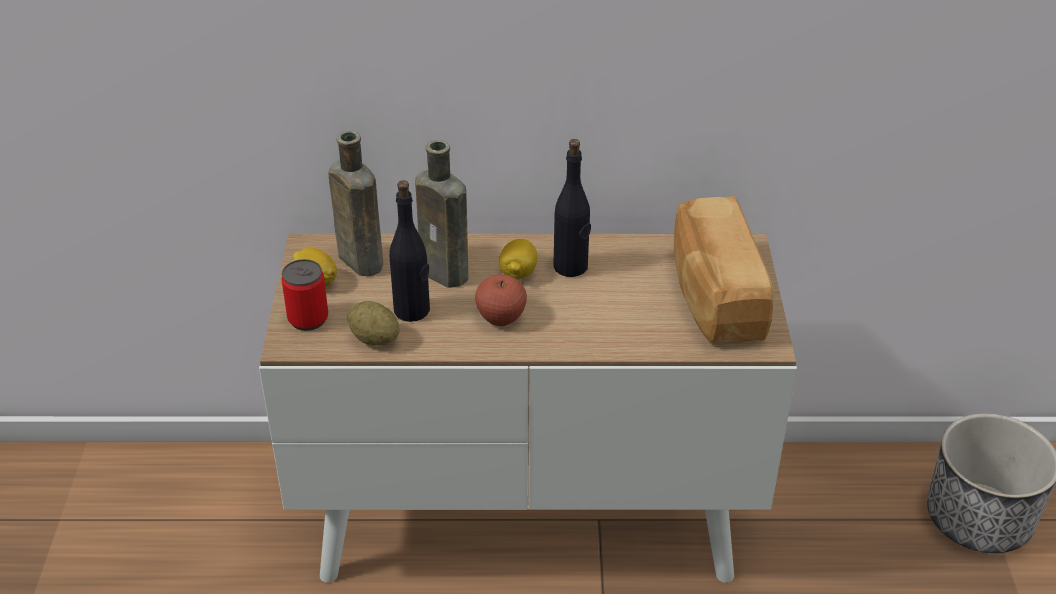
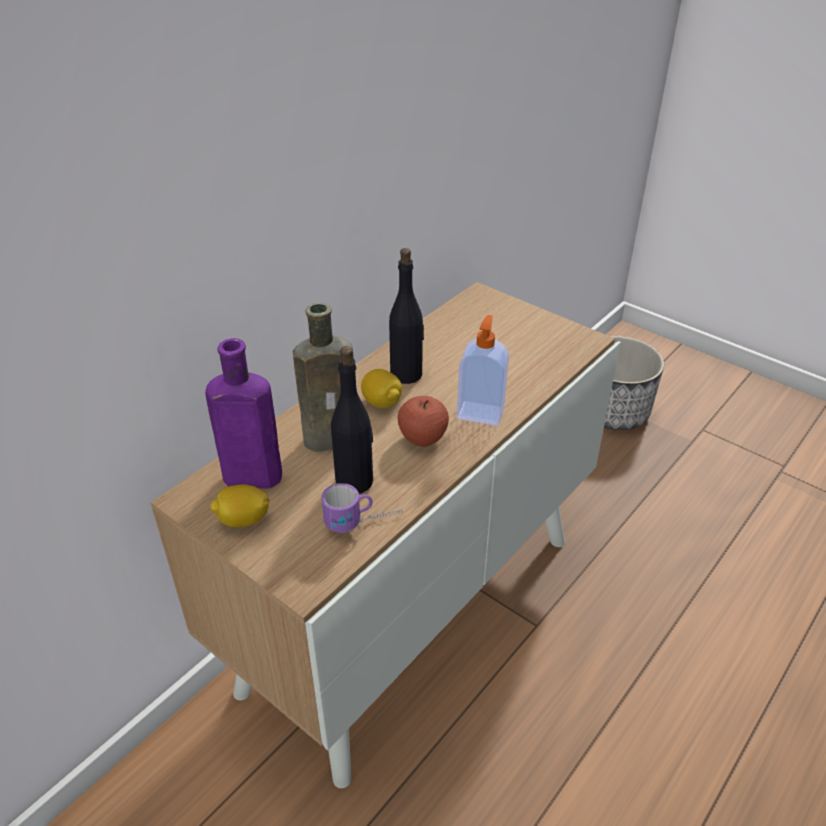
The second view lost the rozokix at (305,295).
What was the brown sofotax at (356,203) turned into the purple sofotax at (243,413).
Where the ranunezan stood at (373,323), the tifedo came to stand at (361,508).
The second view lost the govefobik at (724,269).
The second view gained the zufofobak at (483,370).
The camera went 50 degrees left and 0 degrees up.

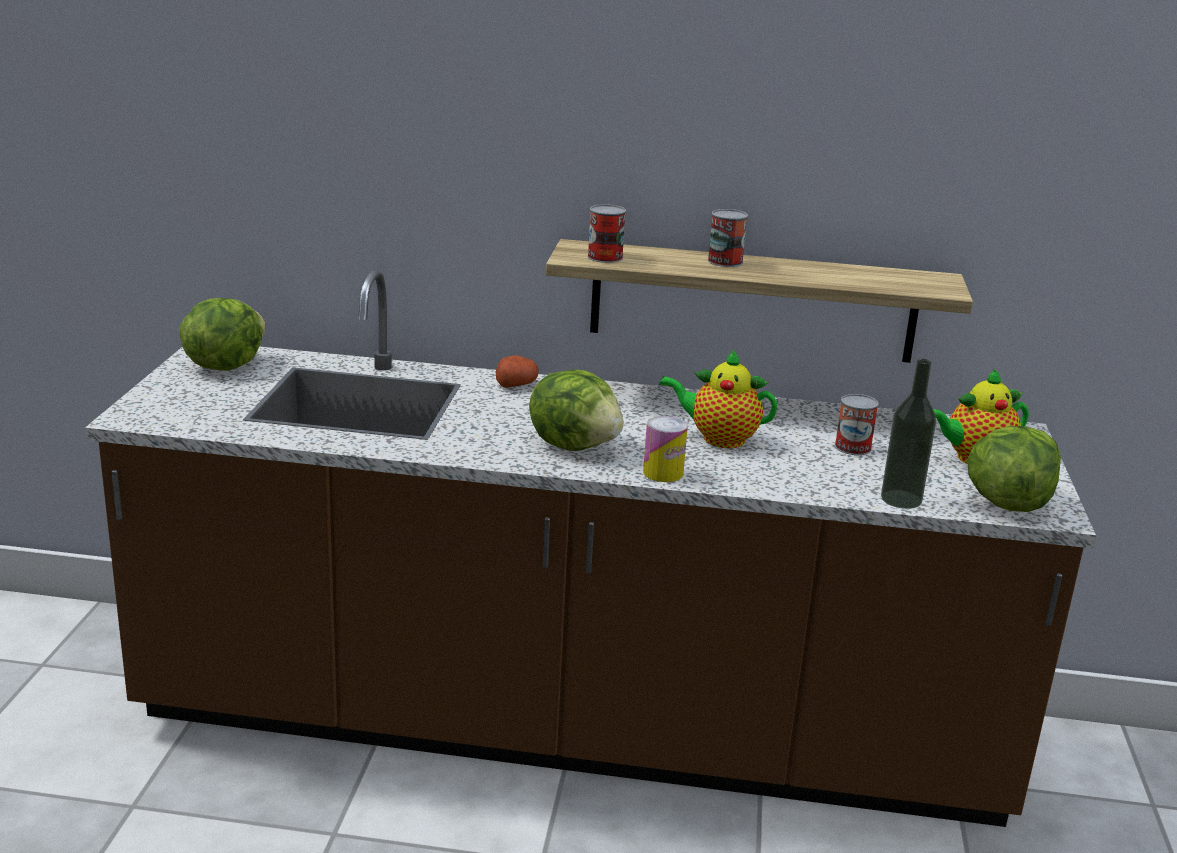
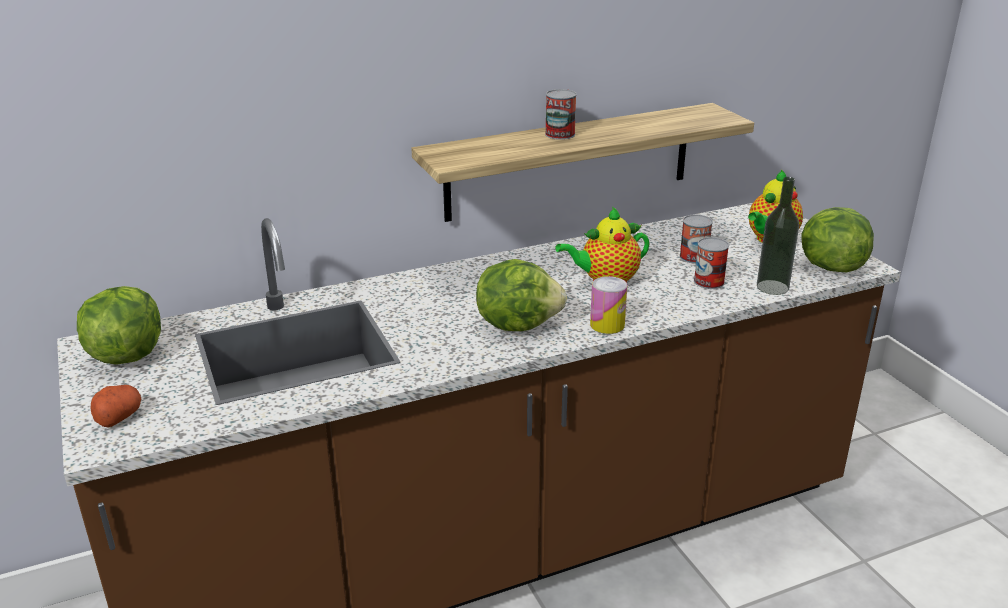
The ranunezan ended up elsewhere, having gone from (517,371) to (116,406).
The rozokix ended up elsewhere, having gone from (607,233) to (711,263).
The camera went 30 degrees left and 5 degrees up.

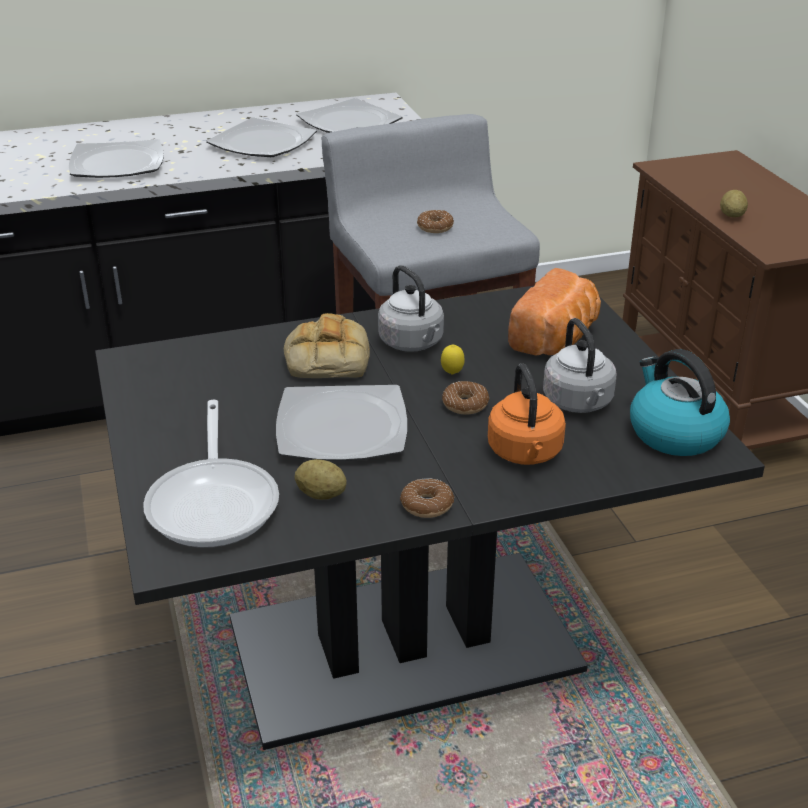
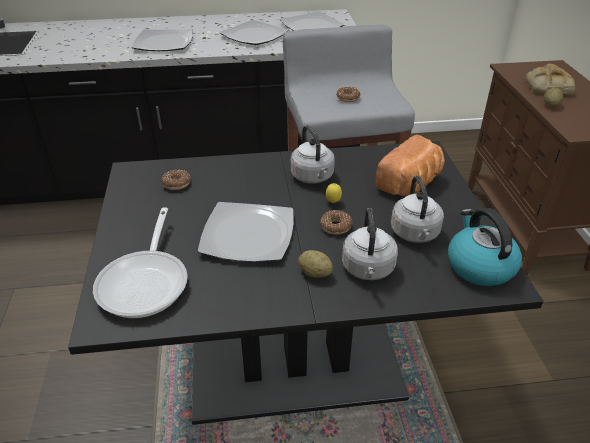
The govefobik ended up elsewhere, having gone from (327,345) to (550,79).
The ranunezan ended up elsewhere, having gone from (320,479) to (315,264).
The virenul ended up elsewhere, having gone from (427,498) to (176,180).
What was the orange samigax at (527,414) turned into the grey samigax at (370,244).
The camera went 10 degrees right and 5 degrees up.

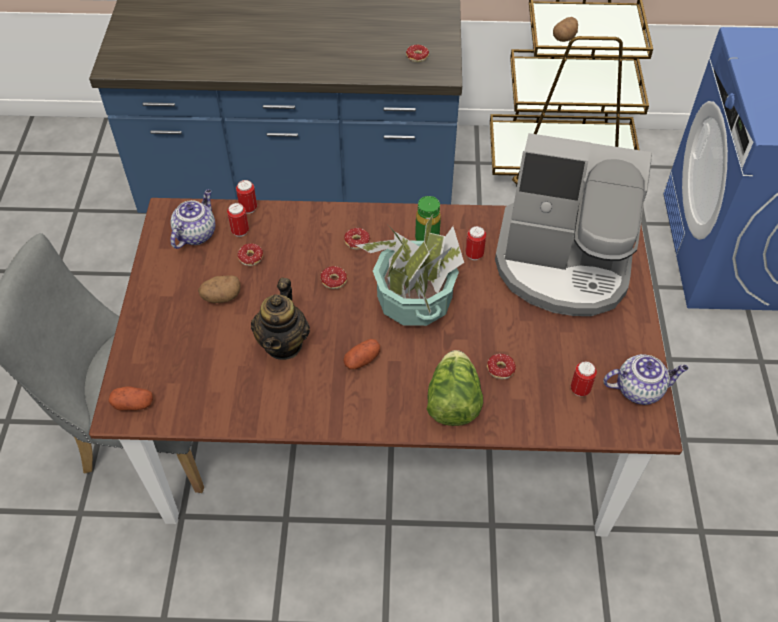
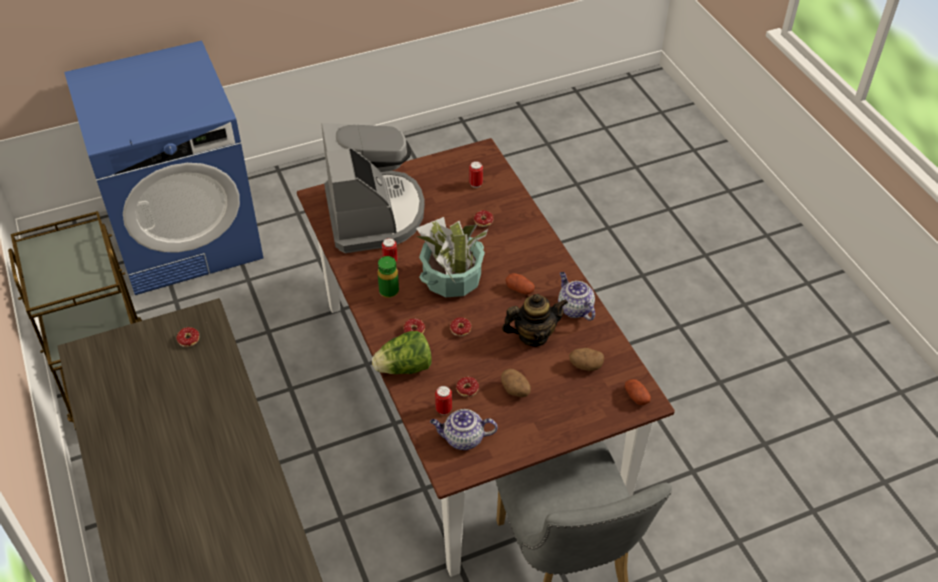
The second view lost the rozokix at (246,197).
The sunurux ended up elsewhere, having gone from (455,388) to (402,352).
The ranunezan ended up elsewhere, having gone from (565,29) to (586,359).
The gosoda ended up elsewhere, having gone from (645,379) to (576,296).
The camera went 115 degrees left and 5 degrees down.

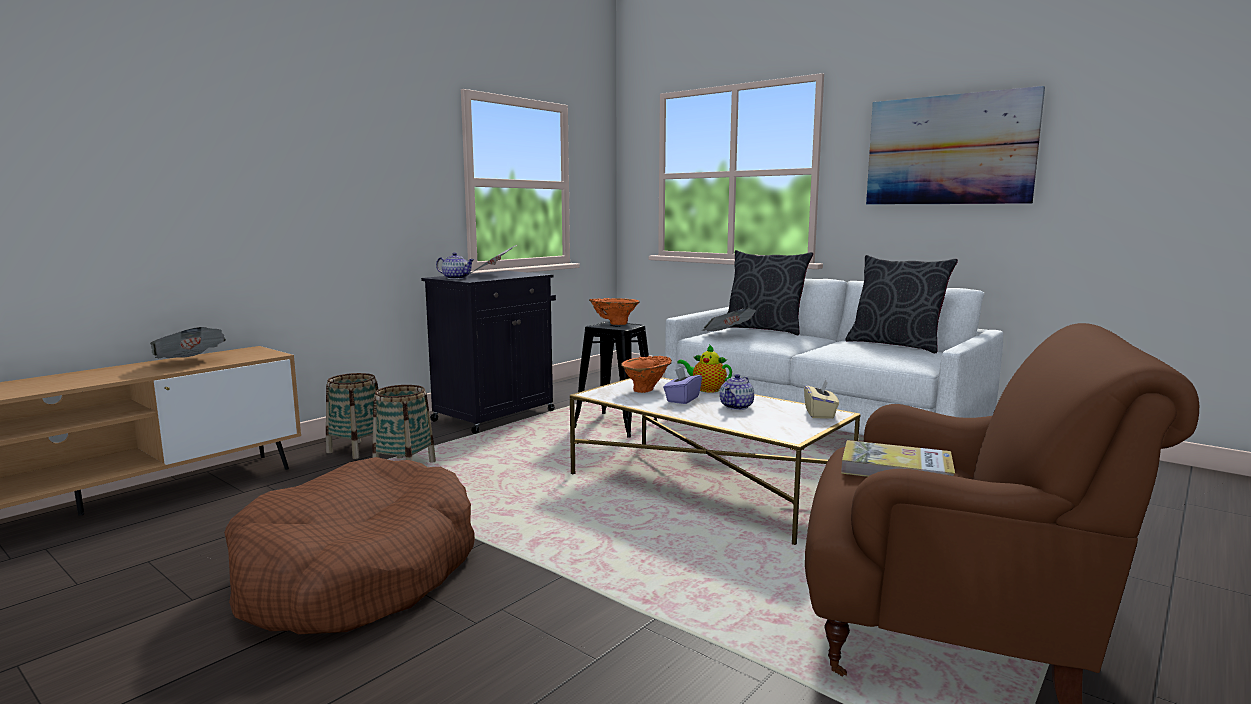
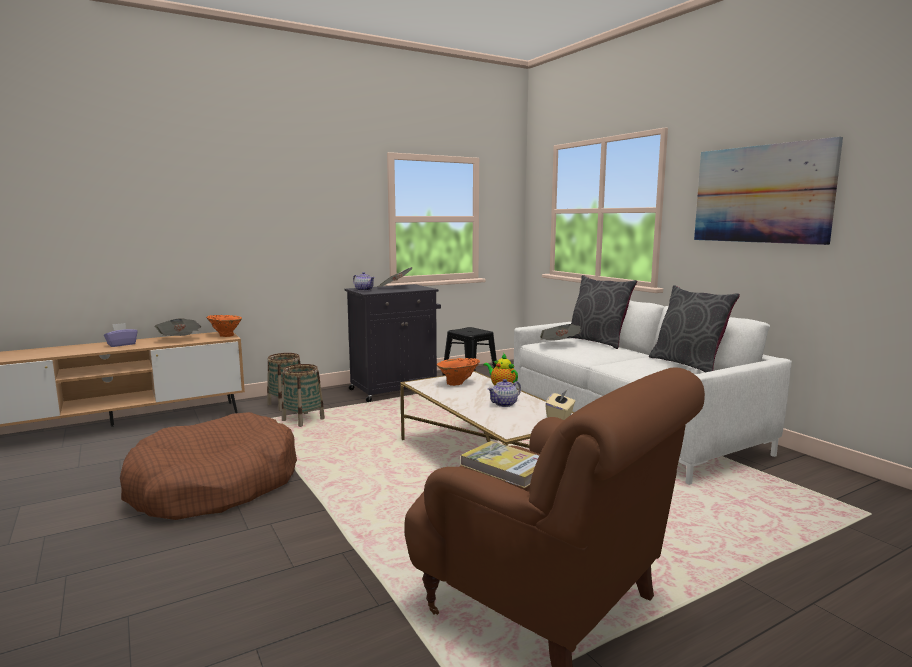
The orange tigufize ended up elsewhere, having gone from (614,311) to (224,326).
The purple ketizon ended up elsewhere, having gone from (682,385) to (121,335).
The camera went 20 degrees right and 0 degrees up.

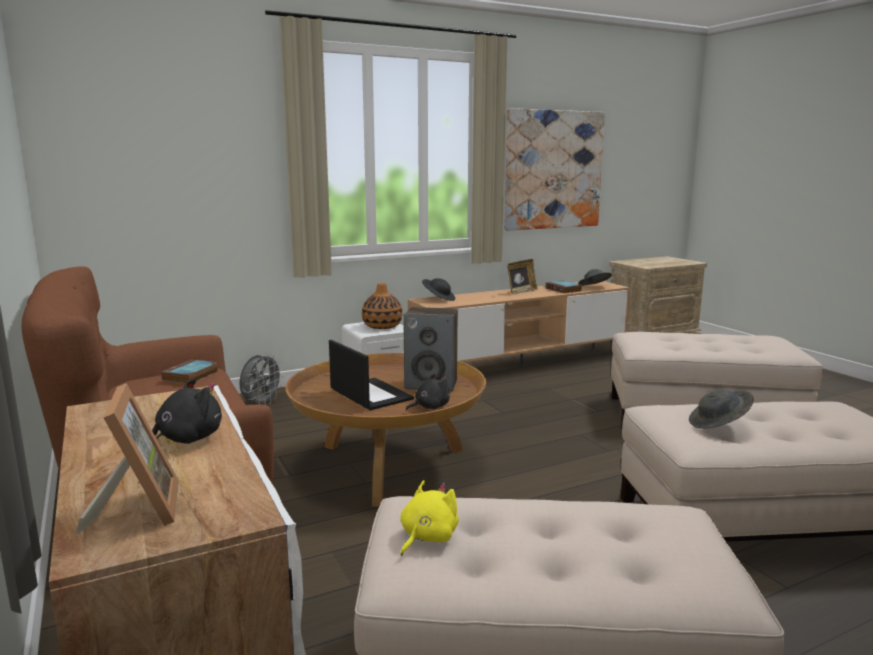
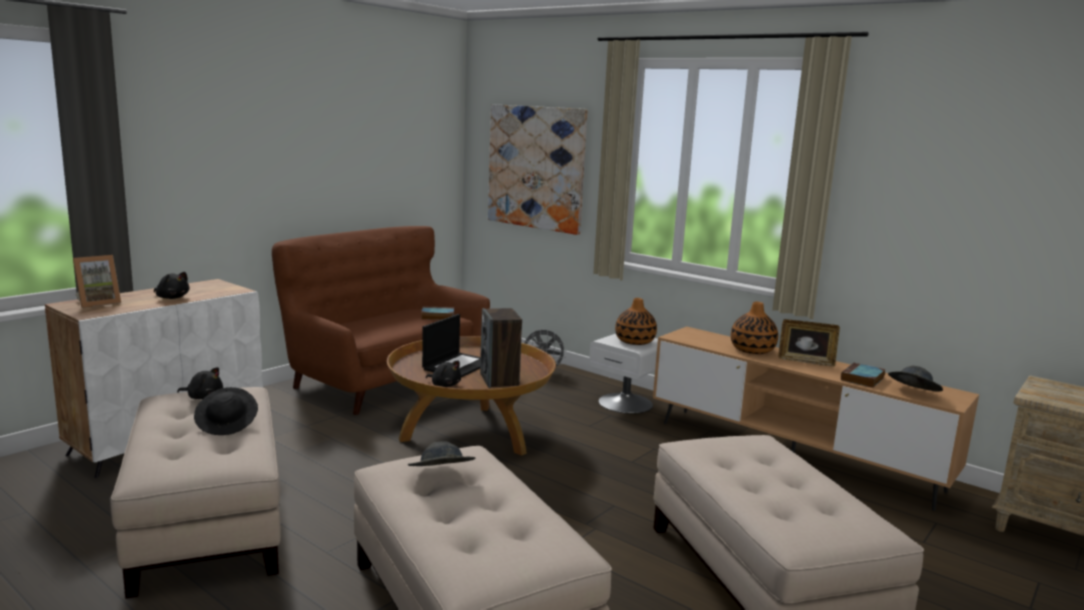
What was the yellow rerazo at (429,518) turned into the black rerazo at (200,383).
The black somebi ended up elsewhere, having gone from (438,289) to (226,411).
The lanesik ended up elsewhere, having gone from (554,169) to (537,169).
The second view gained the tigufize at (754,328).
The camera went 65 degrees right and 0 degrees up.

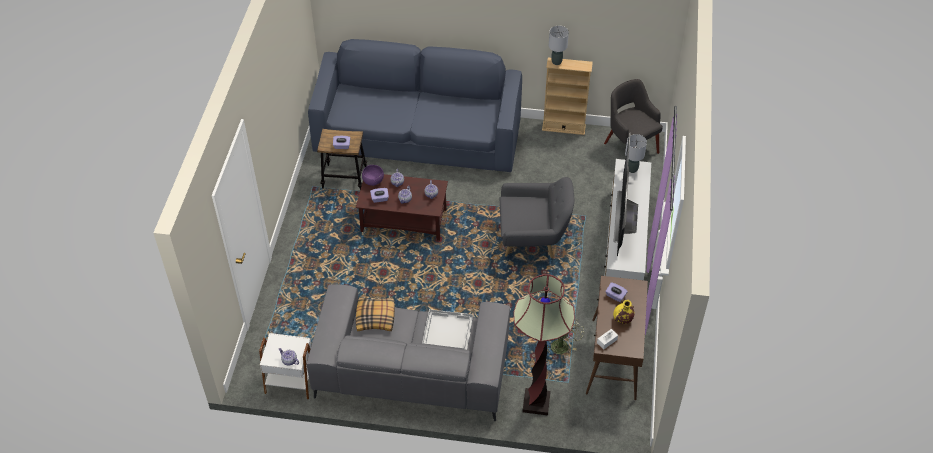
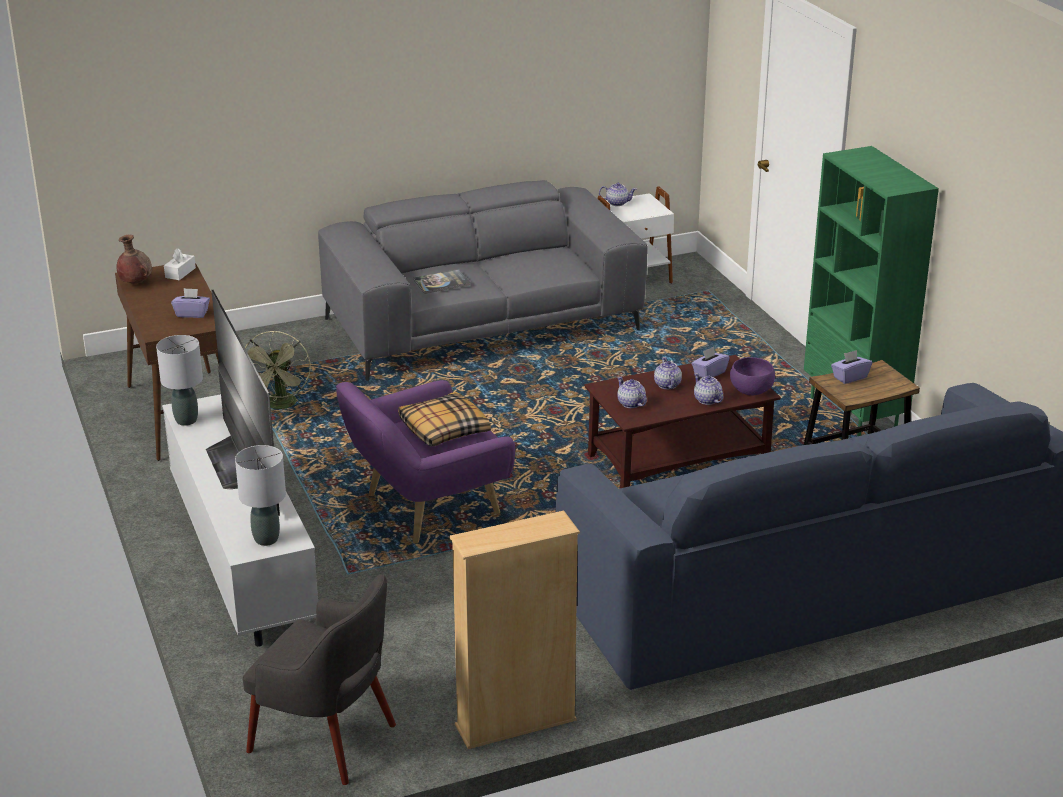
The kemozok ended up elsewhere, having gone from (375,314) to (444,419).
Where the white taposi stood at (447,329), the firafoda came to stand at (441,281).
What was the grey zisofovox at (537,217) turned into the purple zisofovox at (425,462).
The second view lost the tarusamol at (544,344).
The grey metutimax ended up elsewhere, having gone from (559,45) to (179,380).
The second view lost the yellow tigufize at (624,312).
The second view gained the brown tigufize at (134,259).
The second view gained the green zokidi at (871,291).
The camera went 150 degrees right and 20 degrees down.

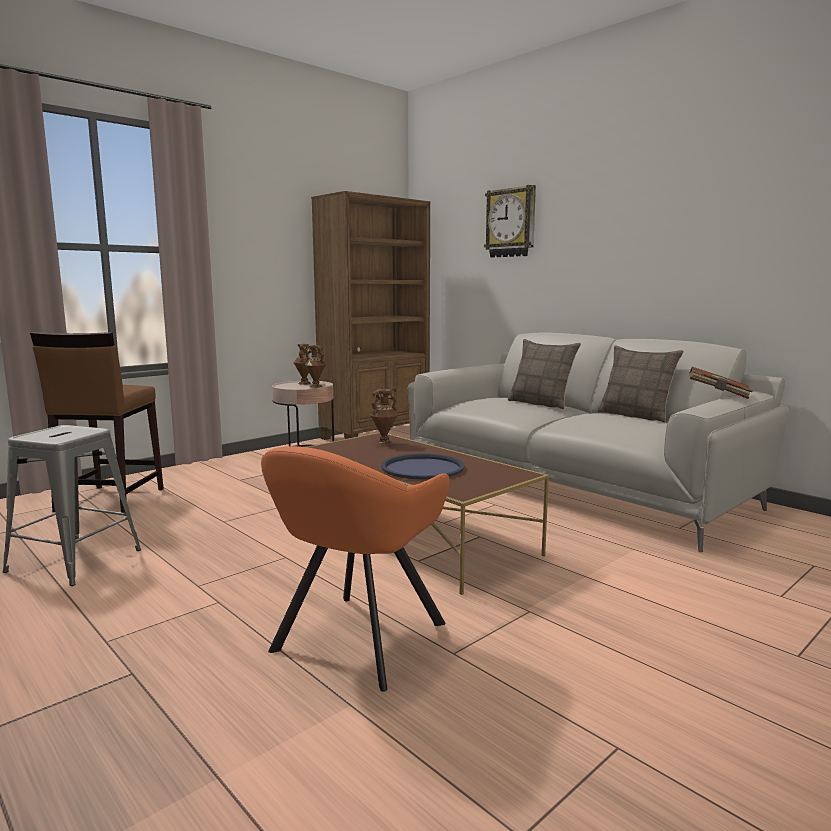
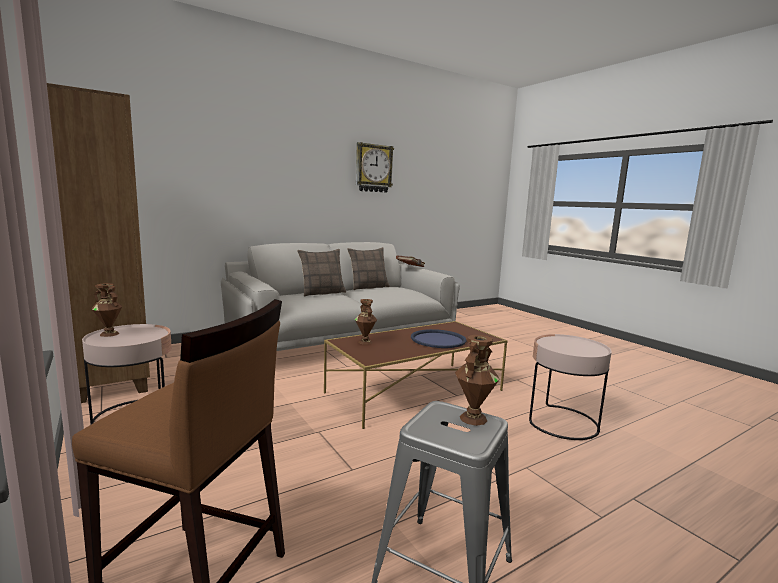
Where the orange zisofovox stood at (355,569), the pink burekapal came to stand at (570,387).
The brown tigufize ended up elsewhere, having gone from (315,366) to (477,380).
The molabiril ended up elsewhere, having gone from (510,221) to (375,167).
The camera went 80 degrees left and 0 degrees up.

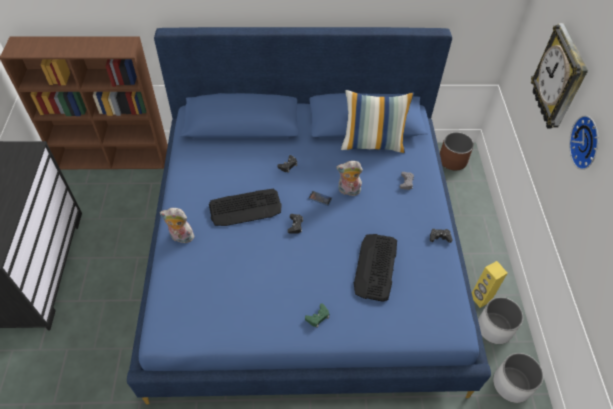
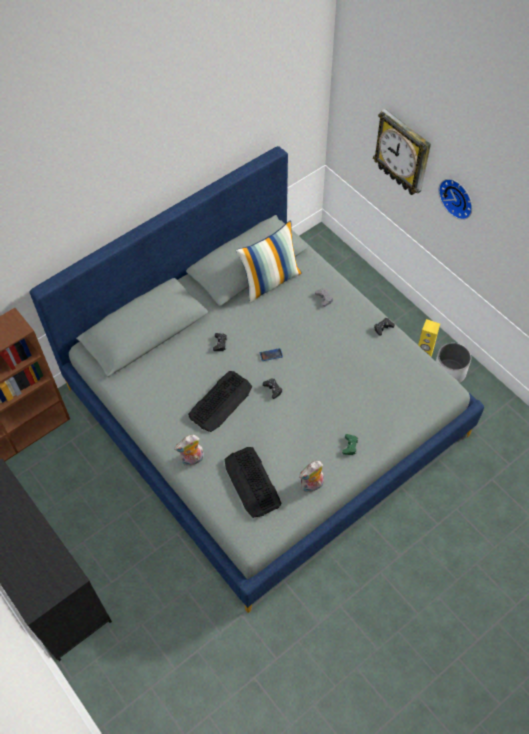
What was the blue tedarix at (309,215) turned into the grey tedarix at (256,379).
The rerazo ended up elsewhere, having gone from (349,178) to (311,477).
The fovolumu ended up elsewhere, having gone from (375,268) to (253,482).
The second view lost the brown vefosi at (457,151).
The second view lost the white vefosi at (518,378).
The camera went 35 degrees left and 5 degrees up.

